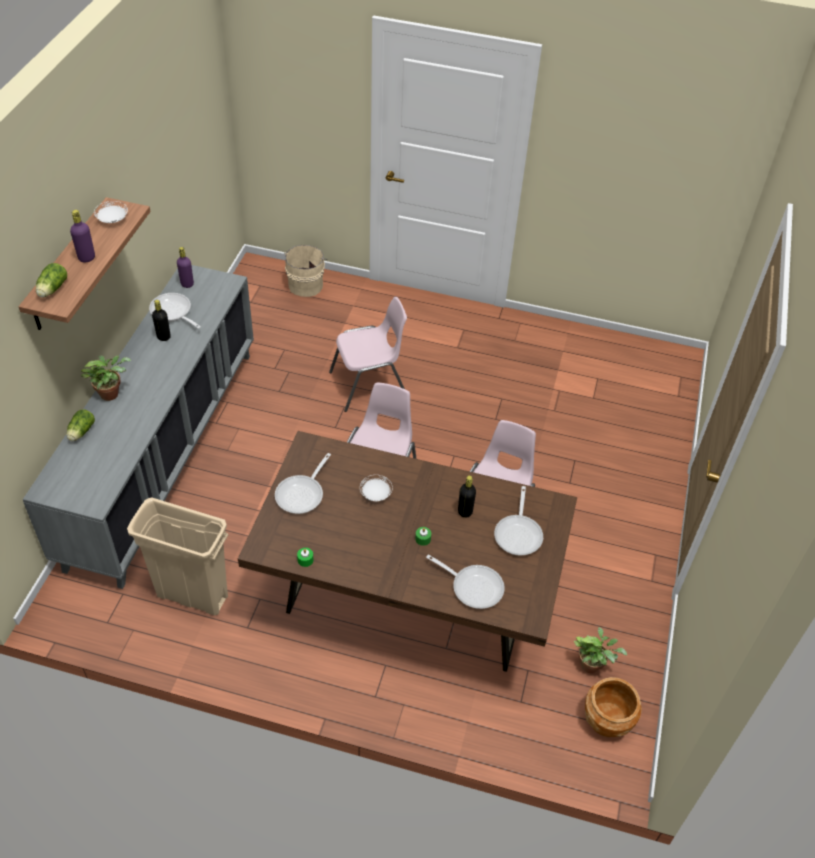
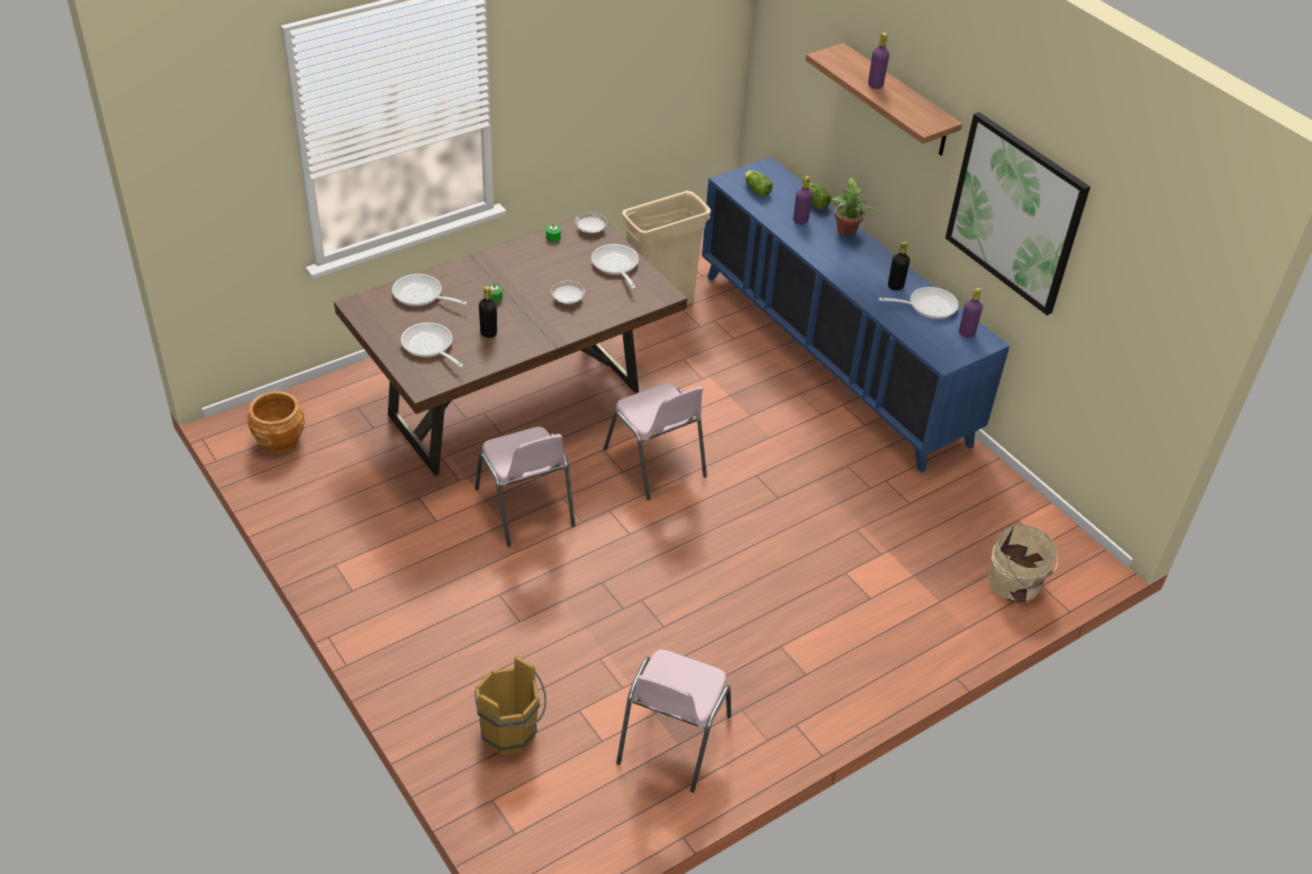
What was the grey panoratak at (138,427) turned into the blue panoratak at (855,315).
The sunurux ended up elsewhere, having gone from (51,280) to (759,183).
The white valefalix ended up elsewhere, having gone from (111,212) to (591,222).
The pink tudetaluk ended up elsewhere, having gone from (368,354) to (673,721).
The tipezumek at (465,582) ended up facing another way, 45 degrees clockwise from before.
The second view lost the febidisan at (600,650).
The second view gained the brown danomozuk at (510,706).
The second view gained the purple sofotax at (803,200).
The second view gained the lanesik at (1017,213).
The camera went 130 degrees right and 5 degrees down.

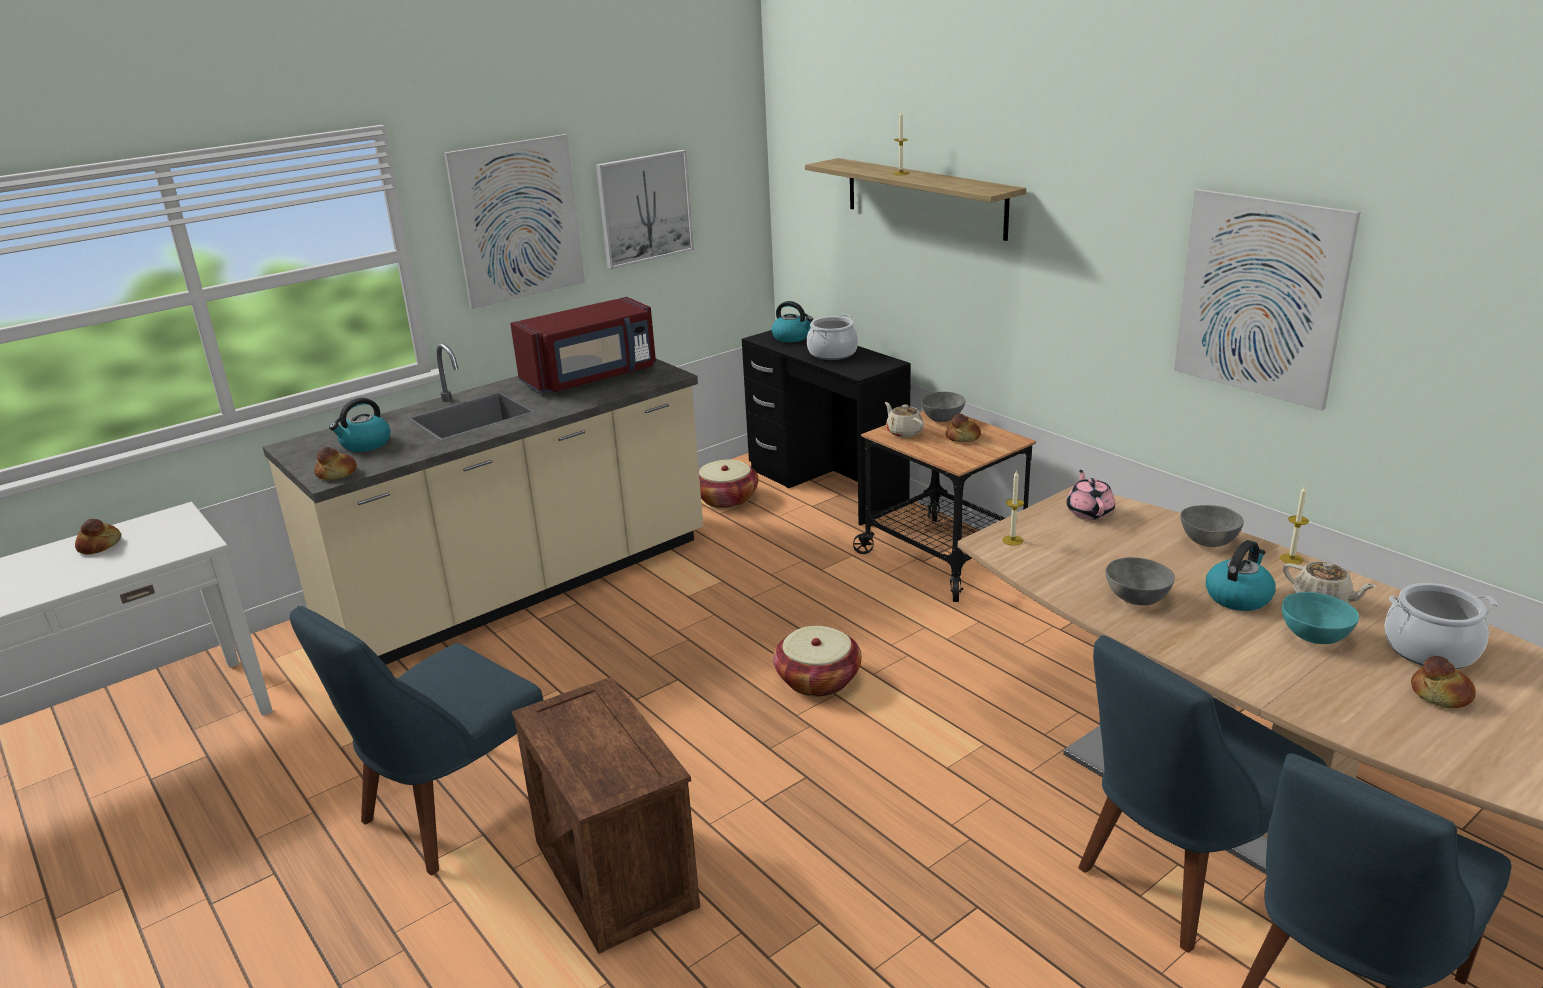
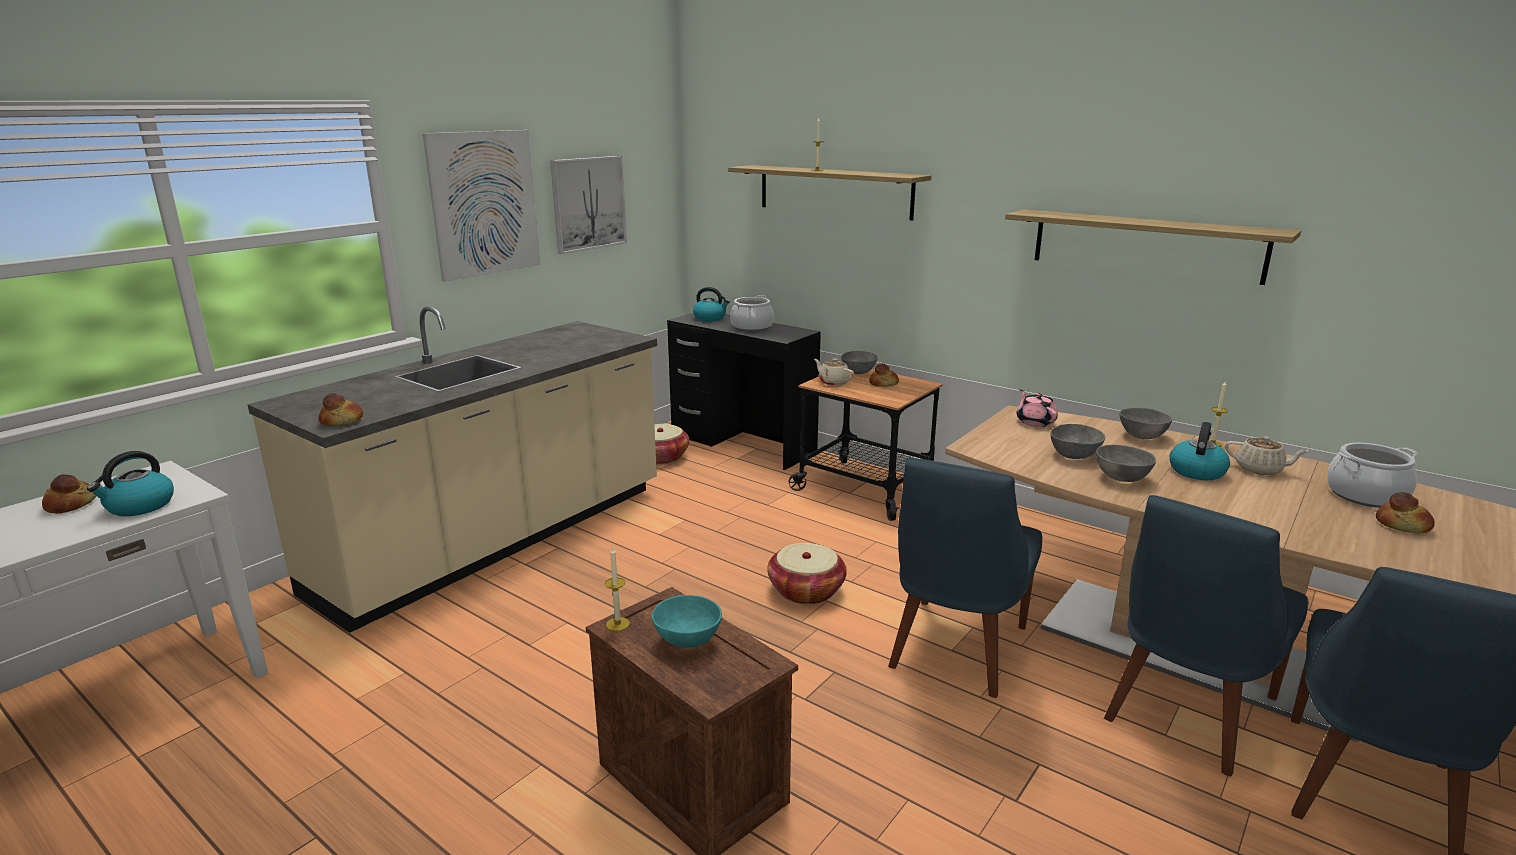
The blue tudetaluk ended up elsewhere, having gone from (416,740) to (965,578).
The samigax ended up elsewhere, having gone from (359,425) to (130,483).
The second view lost the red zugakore at (583,345).
The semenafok ended up elsewhere, having gone from (1013,508) to (617,588).
Where the lanesik hung at (1267,300), the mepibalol came to hang at (1153,247).
The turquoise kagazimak ended up elsewhere, having gone from (1320,618) to (687,621).
The second view gained the grey kagazimak at (1077,441).
The camera went 15 degrees left and 5 degrees down.

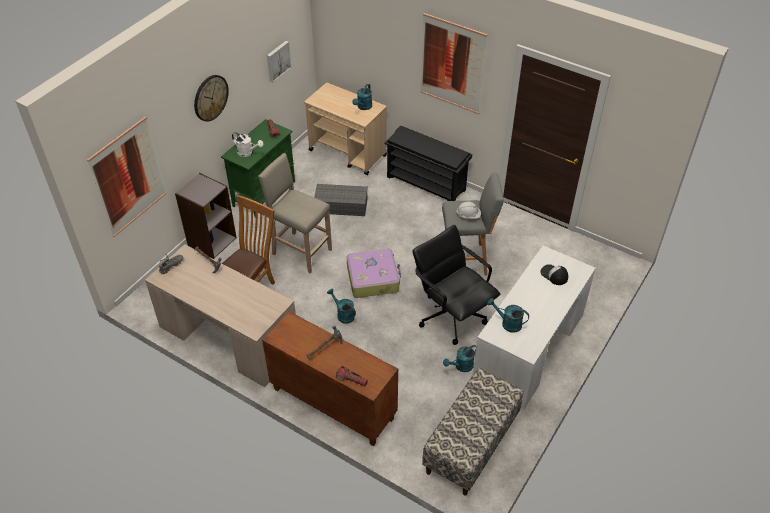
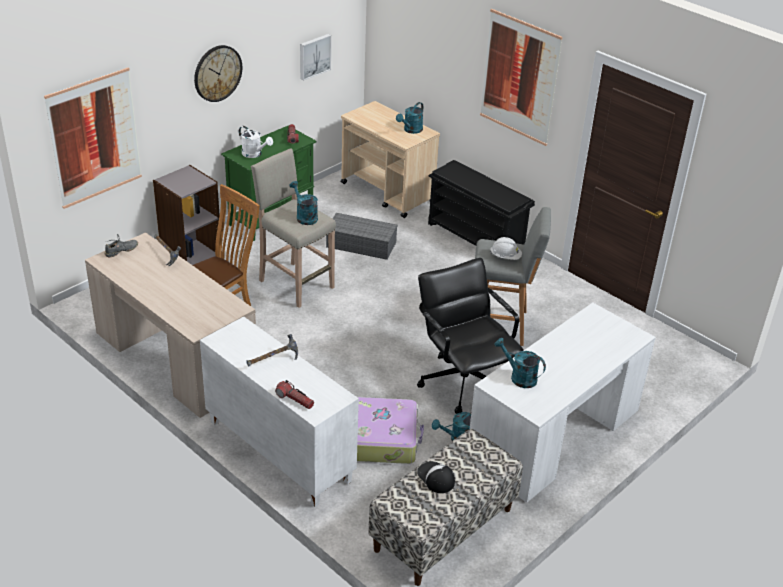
What was the brown panoratak at (330,378) turned into the white panoratak at (279,411).
The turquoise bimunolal ended up elsewhere, having gone from (341,306) to (303,203).
The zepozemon ended up elsewhere, having gone from (374,273) to (390,430).
The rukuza ended up elsewhere, having gone from (554,274) to (436,477).
The camera went 10 degrees right and 10 degrees down.

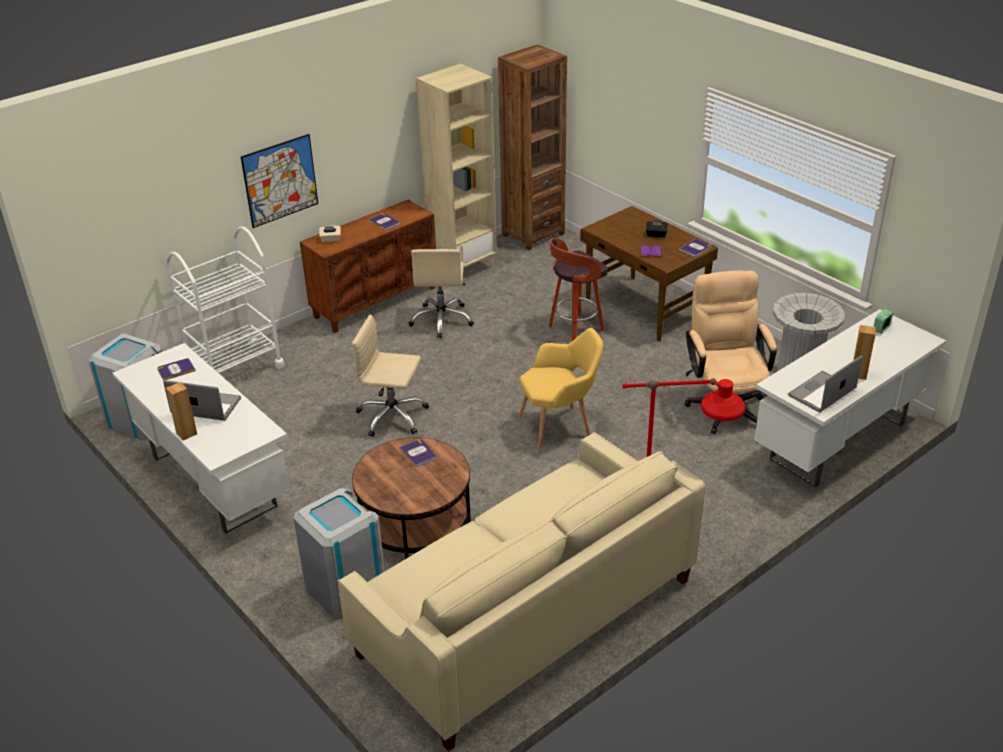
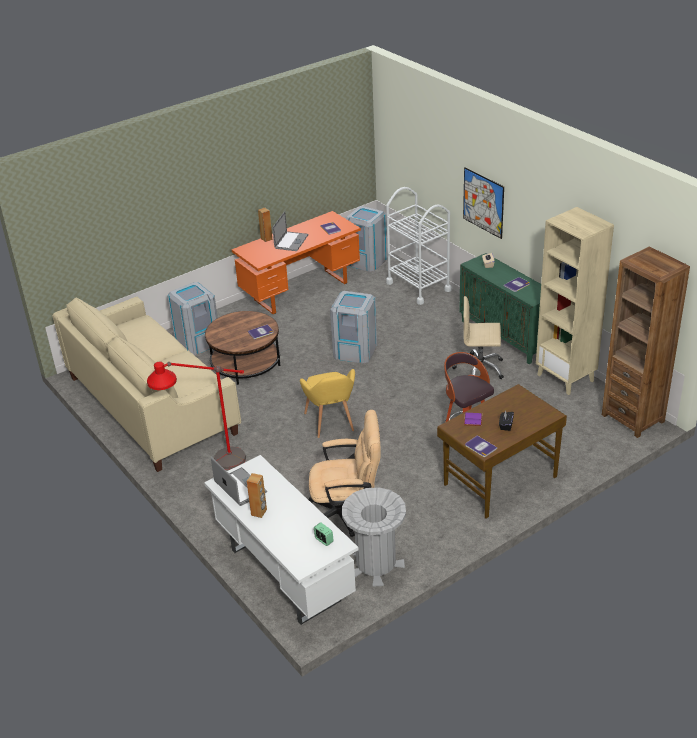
What was the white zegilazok at (201,438) turned into the orange zegilazok at (296,262).
What was the brown panoratak at (368,266) turned into the green panoratak at (500,308).
Where the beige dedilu stood at (390,376), the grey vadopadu came to stand at (353,327).
The camera went 95 degrees right and 0 degrees up.

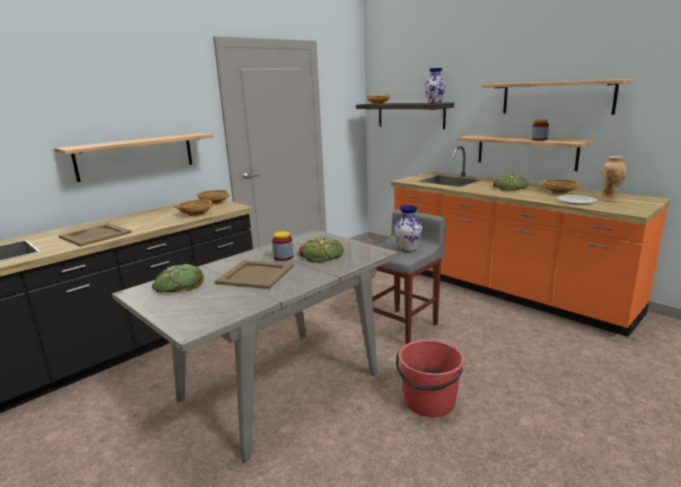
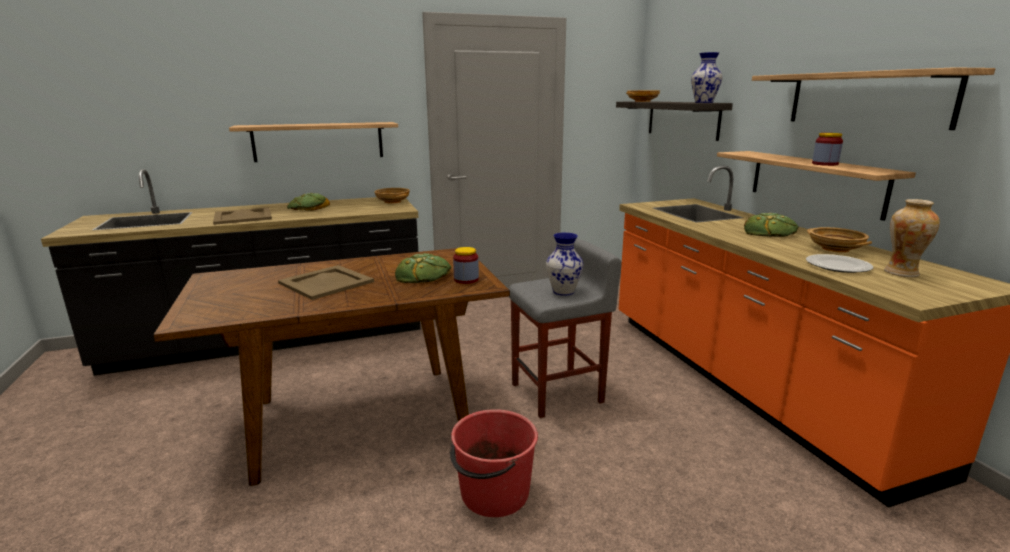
What was the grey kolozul at (256,346) turned into the brown kolozul at (331,367).
The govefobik ended up elsewhere, having gone from (178,278) to (308,202).
The second view lost the beige kagazimak at (195,207).
The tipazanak ended up elsewhere, having gone from (282,246) to (466,265).
The camera went 25 degrees right and 0 degrees up.

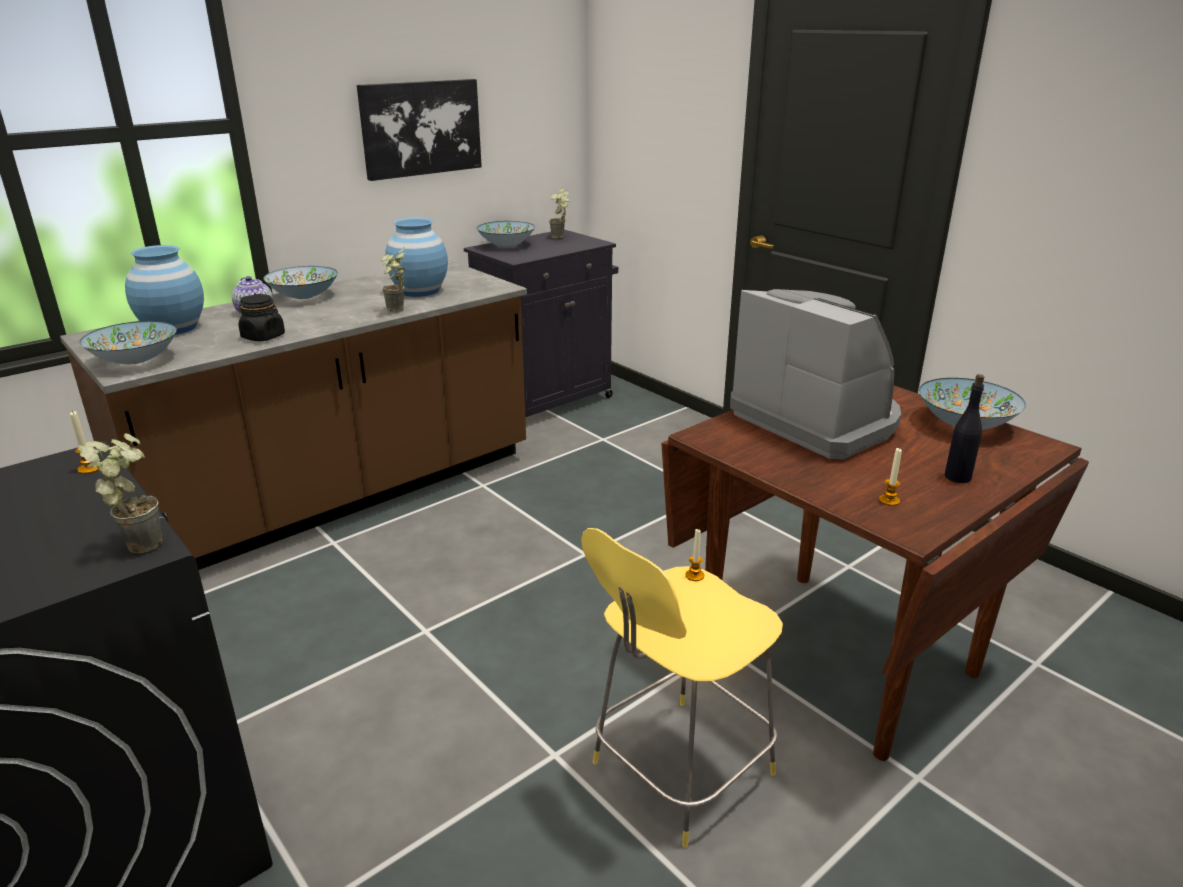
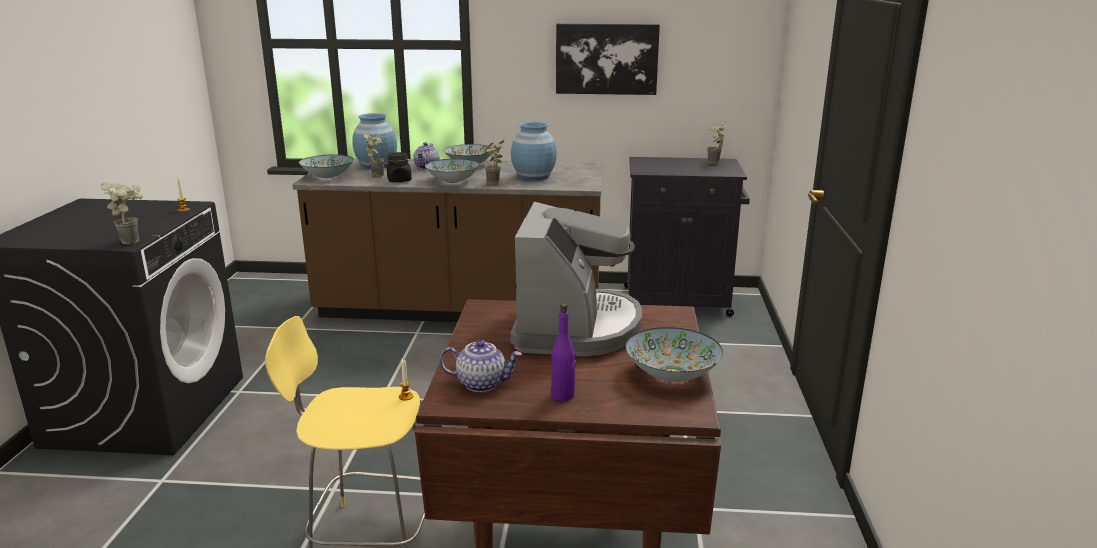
The kagazimak ended up elsewhere, having gone from (505,234) to (452,171).
Where the semenafok stood at (890,477), the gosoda came to stand at (481,366).
What was the black sofotax at (964,428) turned into the purple sofotax at (563,352).
The second view gained the febidisan at (374,155).
The camera went 45 degrees right and 5 degrees down.

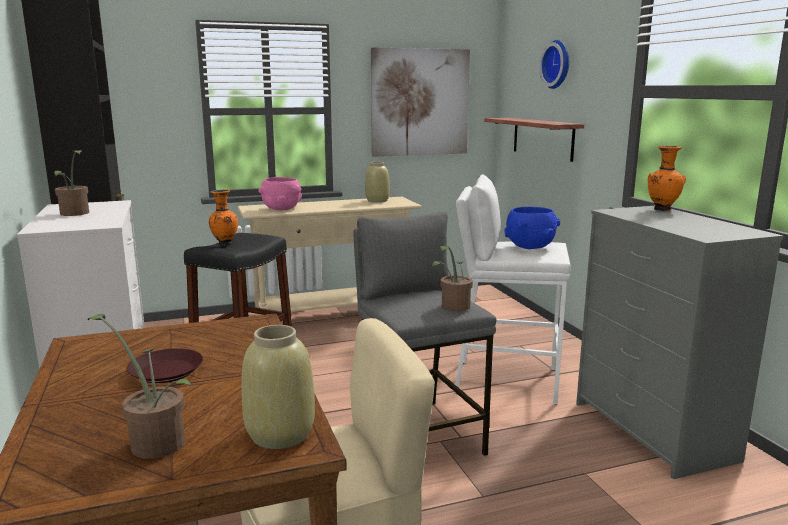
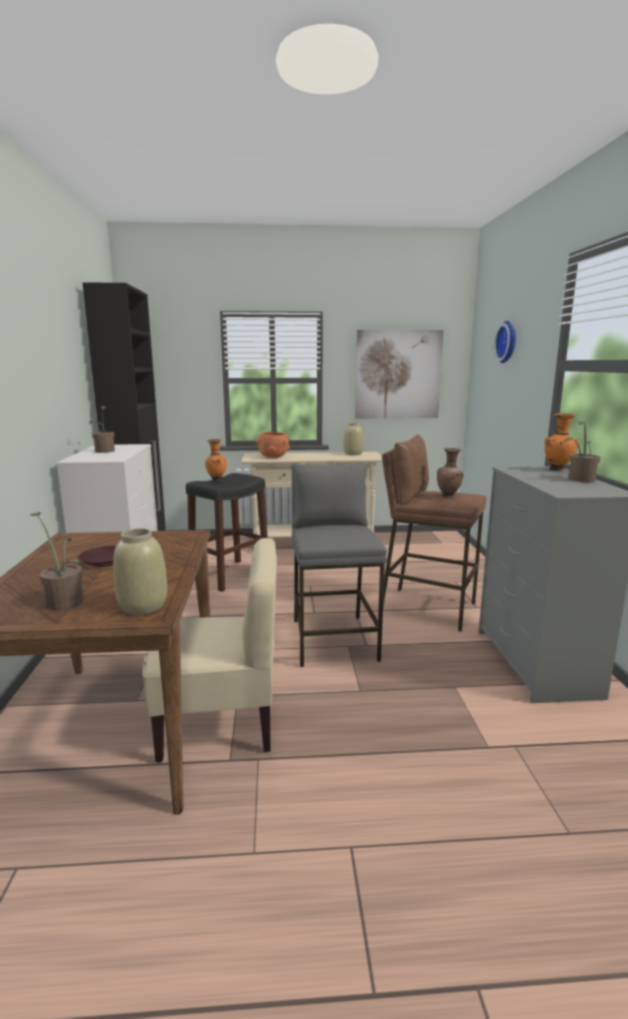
What was the pink kagazimak at (280,193) turned into the orange kagazimak at (273,445).
The febidisan ended up elsewhere, having gone from (452,279) to (582,451).
What was the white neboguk at (512,289) turned into the brown neboguk at (434,533).
The second view lost the mepibalol at (534,140).
Where the blue kagazimak stood at (532,228), the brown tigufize came to stand at (450,473).
The camera went 15 degrees right and 0 degrees up.

